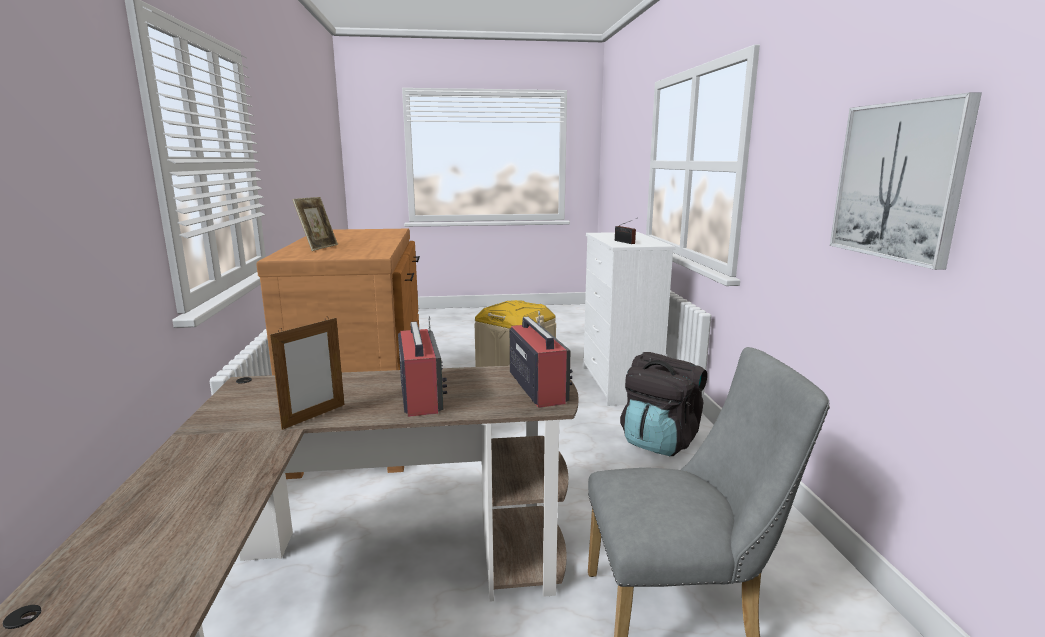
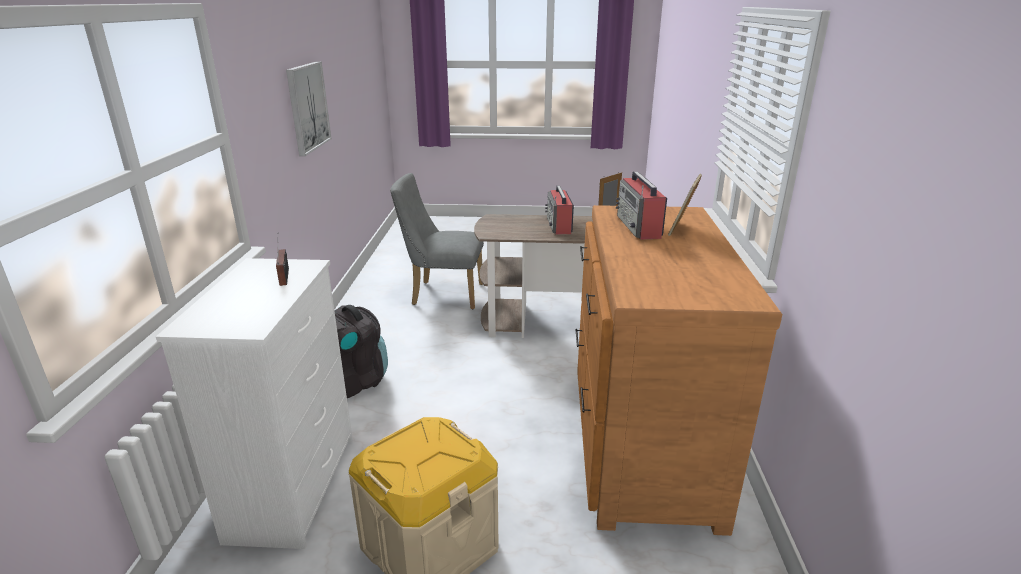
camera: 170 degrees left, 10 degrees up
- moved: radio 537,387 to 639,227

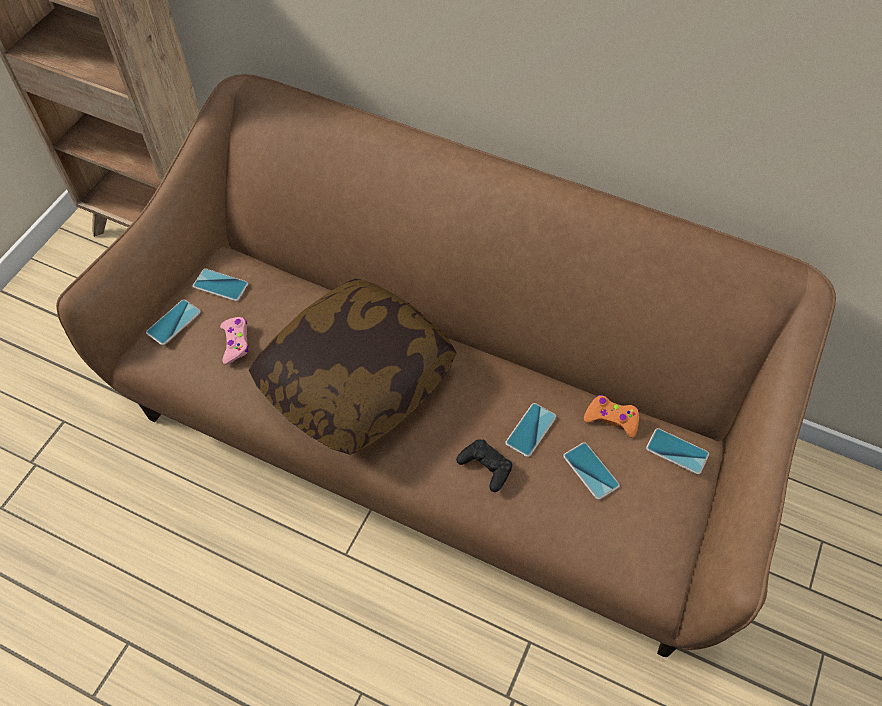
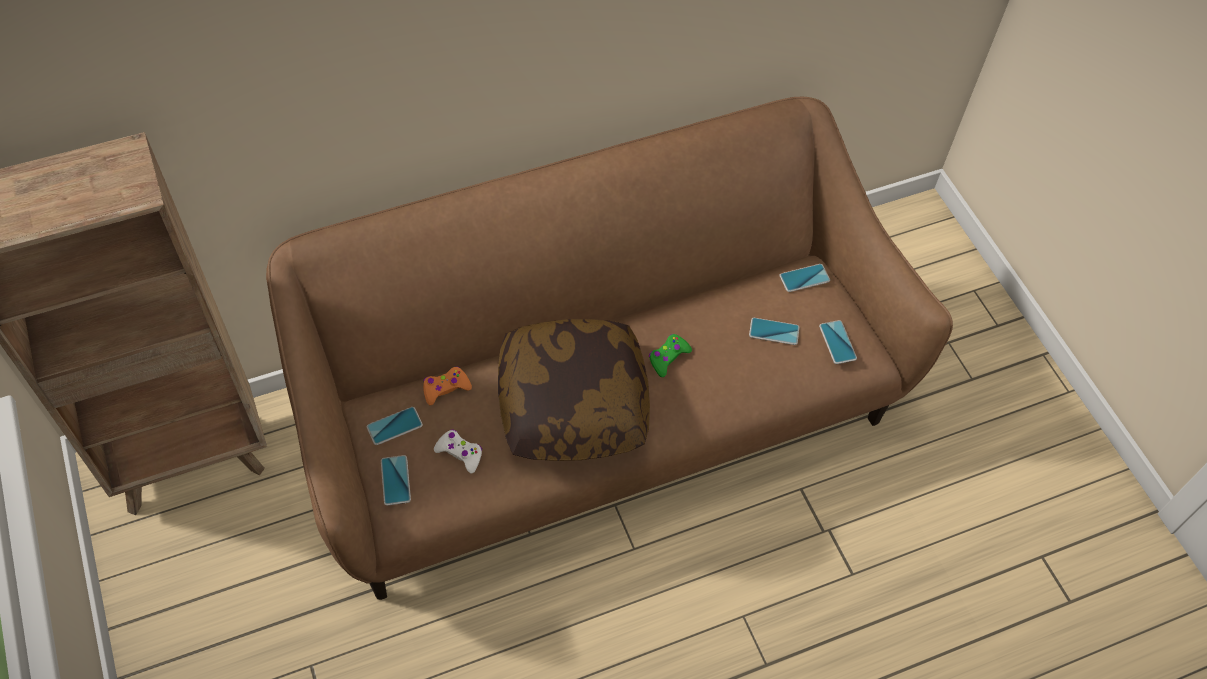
camera: 50 degrees left, 0 degrees up
- recoloured: pad do gier [różowy] 236,343 to pad do gier [biały] 460,453
- moved: pad do gier [pomarańczowy] 611,419 to 445,388
- moved: telefon 531,430 to 837,342
- removed: pad do gier [czarny] 485,467
- added: pad do gier [zielony] 668,357

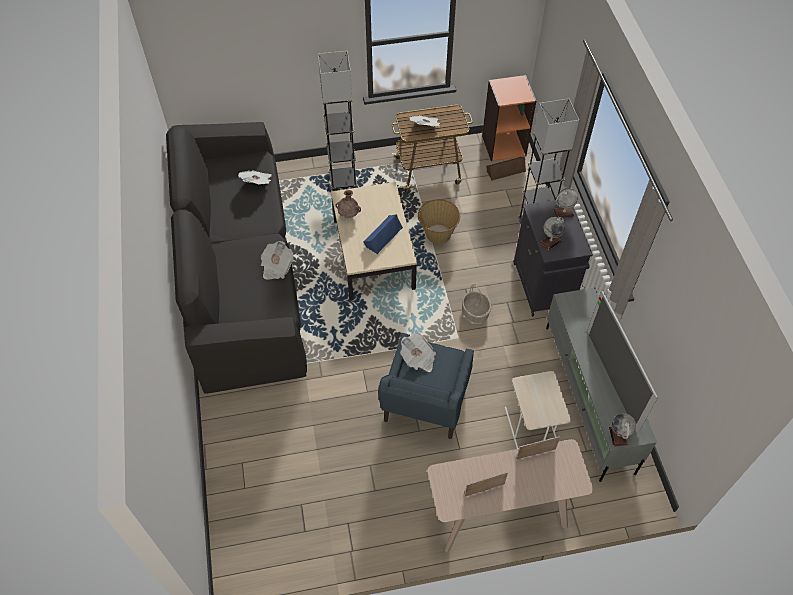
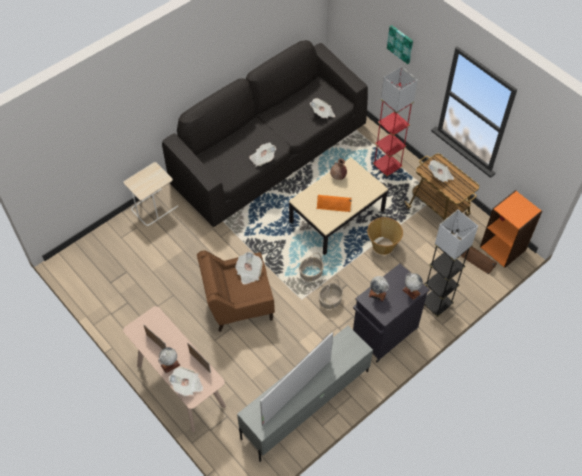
camera: 60 degrees right, 0 degrees up
- recoloured: lampa stojąca [szary] 343,181 to lampa stojąca [czerwony] 387,167
- recoloured: głośnik [niebieski] 382,236 to głośnik [pomarańczowy] 334,204
- recoloured: fotel [niebieski] 425,402 to fotel [brązowy] 238,303
- moved: stolik [beżowy] 531,427 to 154,207
- moved: globus 618,436 to 170,365
- added: obraz 400,43
- added: koszyk 311,273
- added: gazeta 187,385

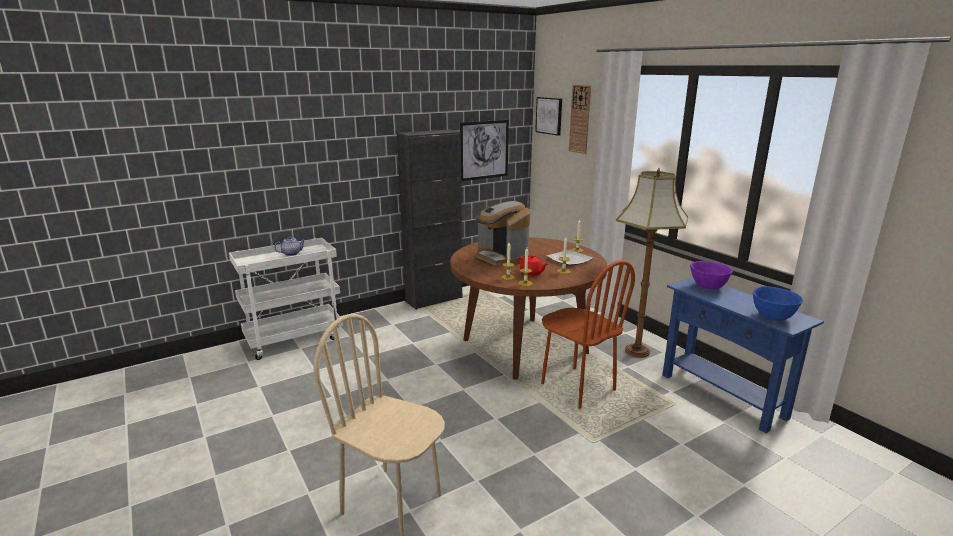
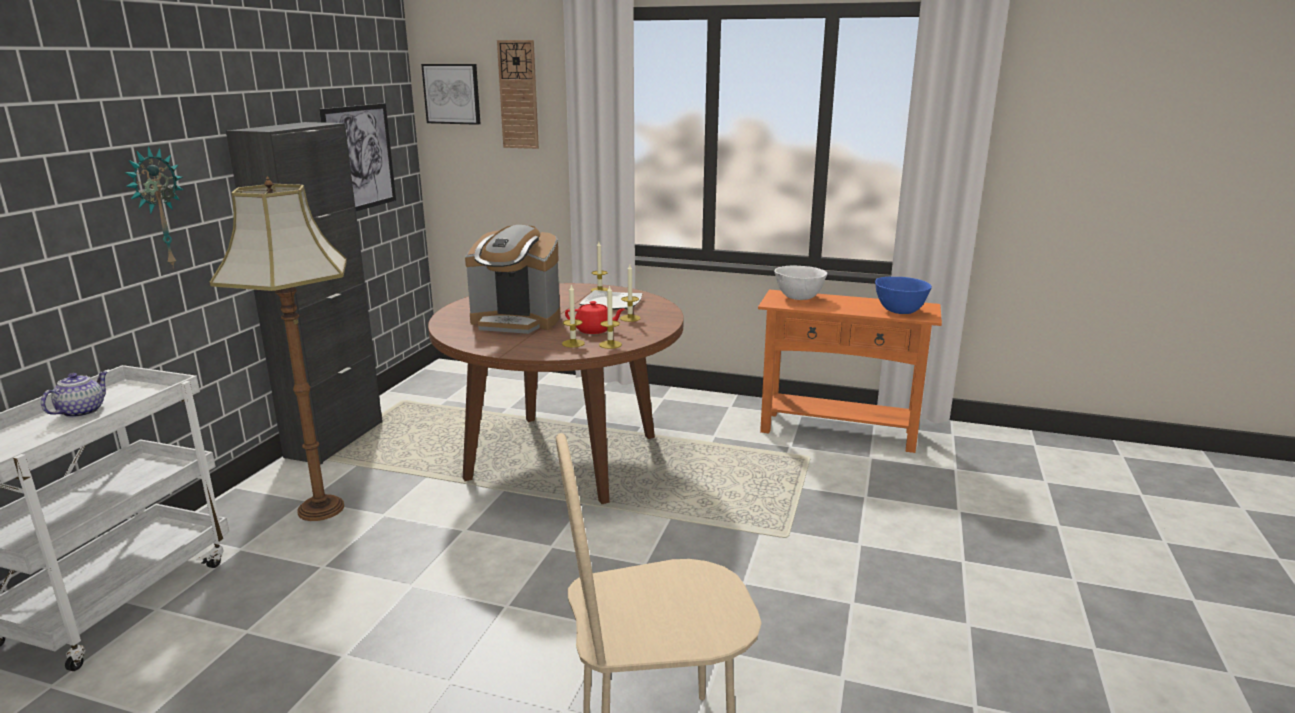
camera: 40 degrees left, 0 degrees up
- moved: lampa stojąca 636,351 to 320,508
- removed: krzesło [brązowy] 577,387
- recoloured: miska [fioletowy] 707,286 to miska [biały] 798,297
- recoloured: stolik konsolowy [niebieski] 722,395 to stolik konsolowy [pomarańczowy] 838,431
- added: zegar ścienny 156,208

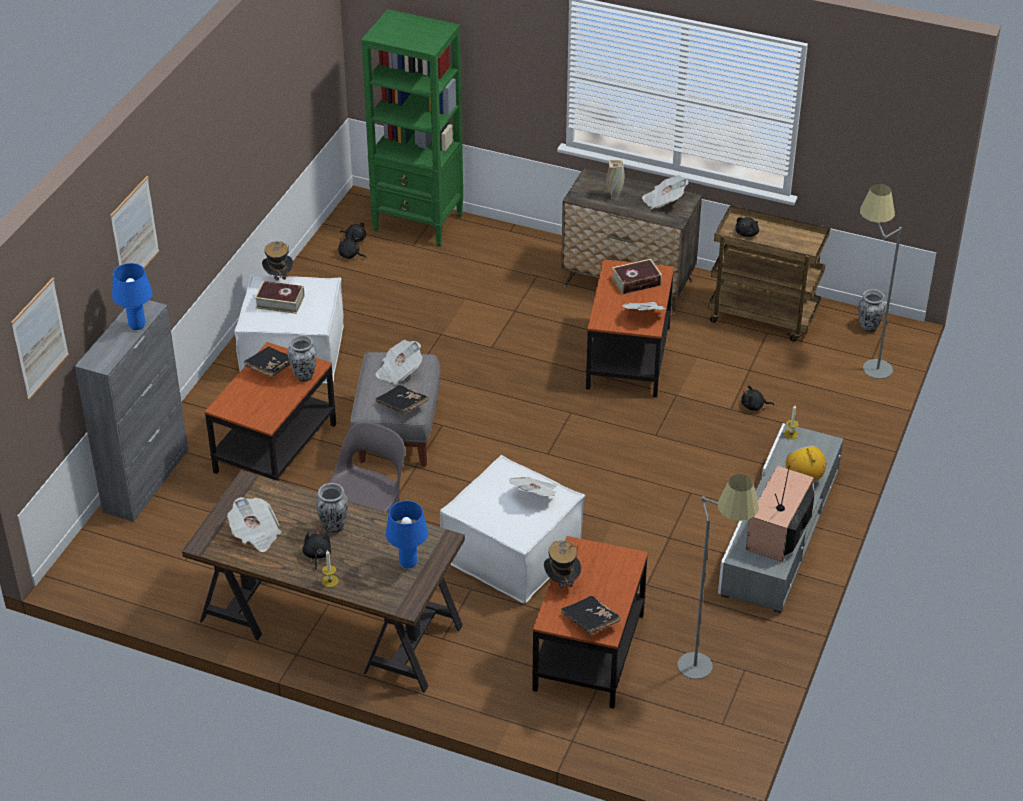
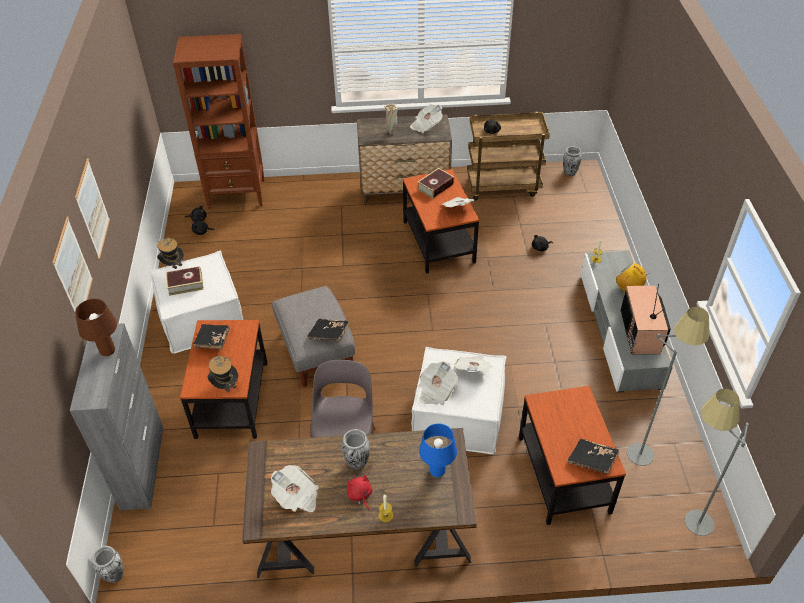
camera: 25 degrees left, 5 degrees up
- recoloured: regał [zielony] 419,223 to regał [brązowy] 237,194
- moved: lampa stojąca [szary] 864,364 to 685,521
- recoloured: lampa stołowa [niebieski] 137,326 to lampa stołowa [brązowy] 107,352
- moved: obraz 40,338 to 92,209
- moved: wazon 304,376 to 114,575
- moved: gazeta 399,372 to 436,391
- recoloured: pluszak [czarny] 317,555 to pluszak [czerwony] 360,495
- moved: kapelusz 562,582 to 225,386

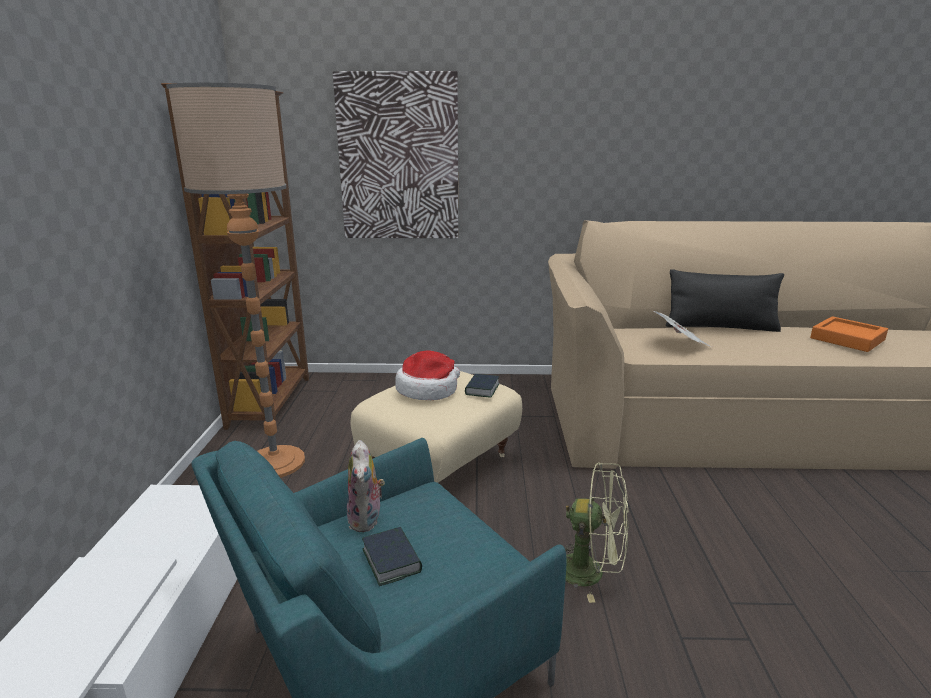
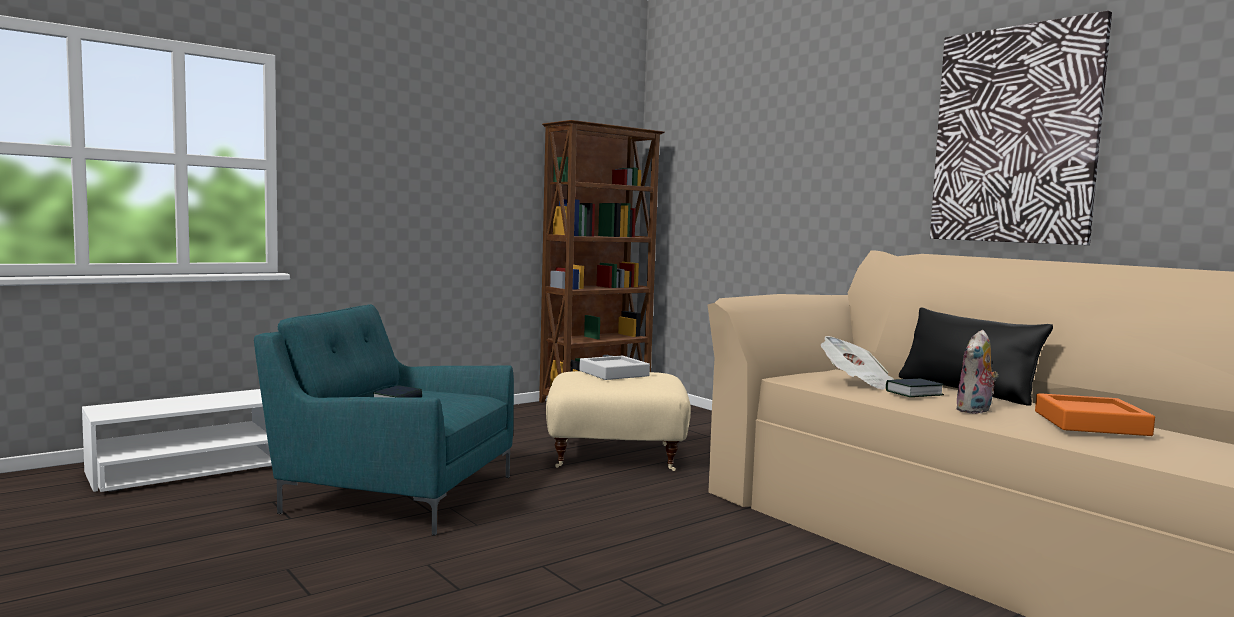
camera: 50 degrees right, 15 degrees down
- moved: obraz 399,158 to 1014,135
- removed: lampa stojąca 275,462
- replaced: kapelusz 428,389 to taca [szary] 614,373
- moved: książka 482,389 to 914,393
- moved: pluszak 367,520 to 975,410
- removed: wentylator [zielony] 591,572

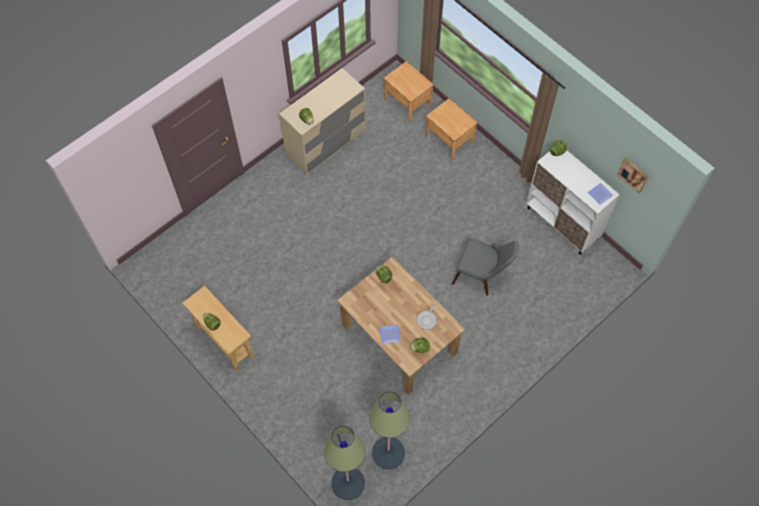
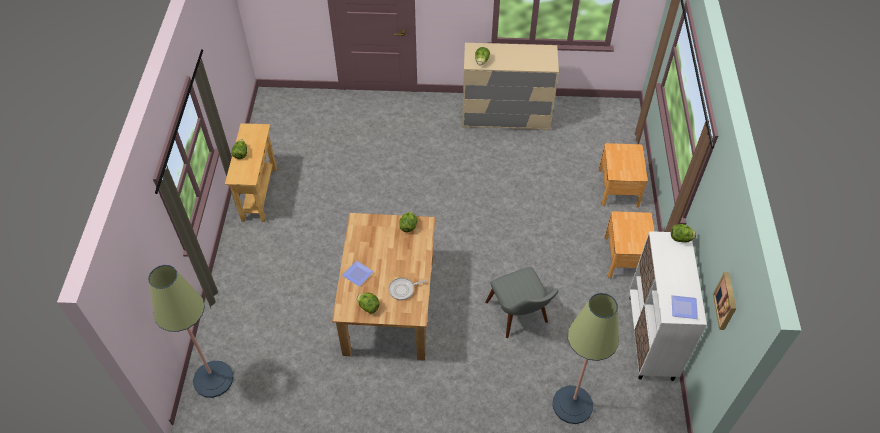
camera: 45 degrees right, 10 degrees down
- moved: szafka nocna [brązowy] 407,101 to 625,257
- moved: lampa stojąca 388,453 to 572,405

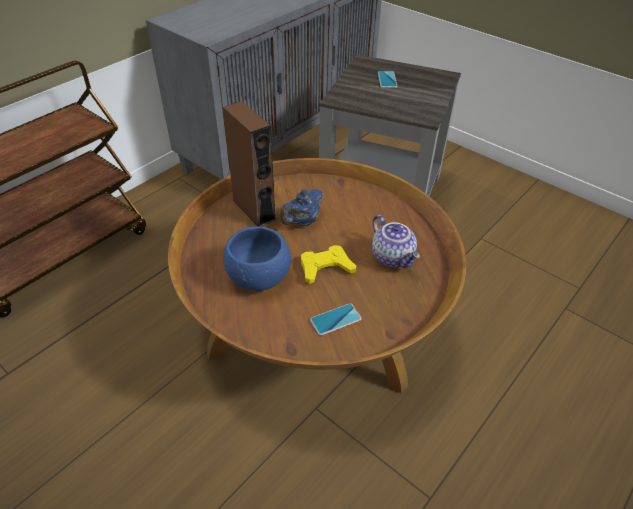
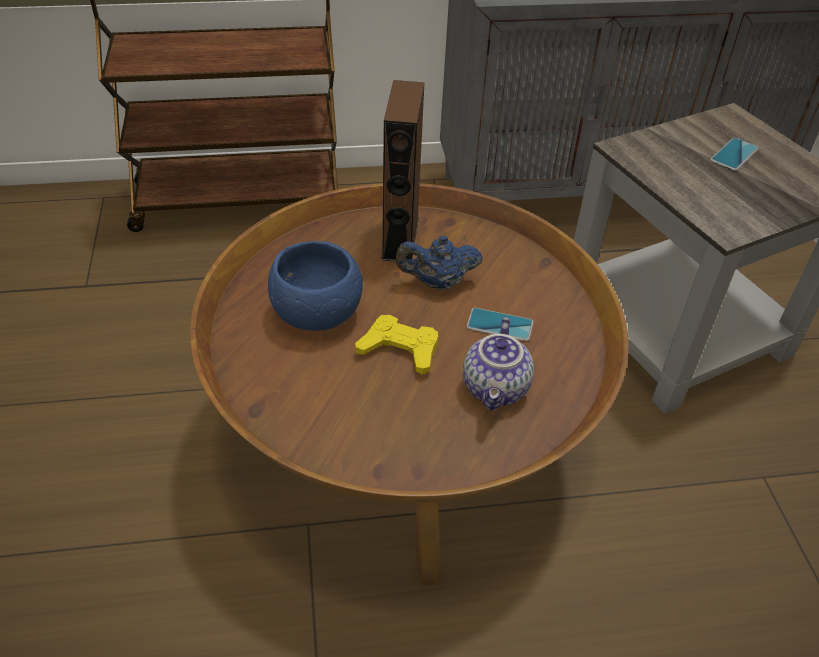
camera: 40 degrees right, 0 degrees up
- moved: telefon 335,319 to 499,325

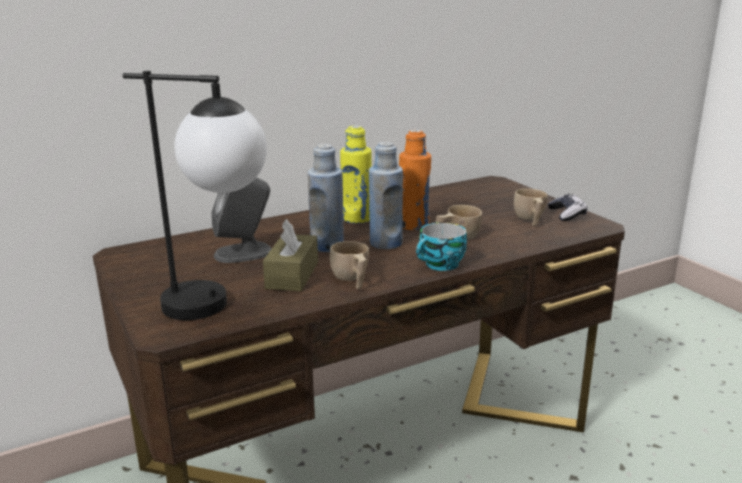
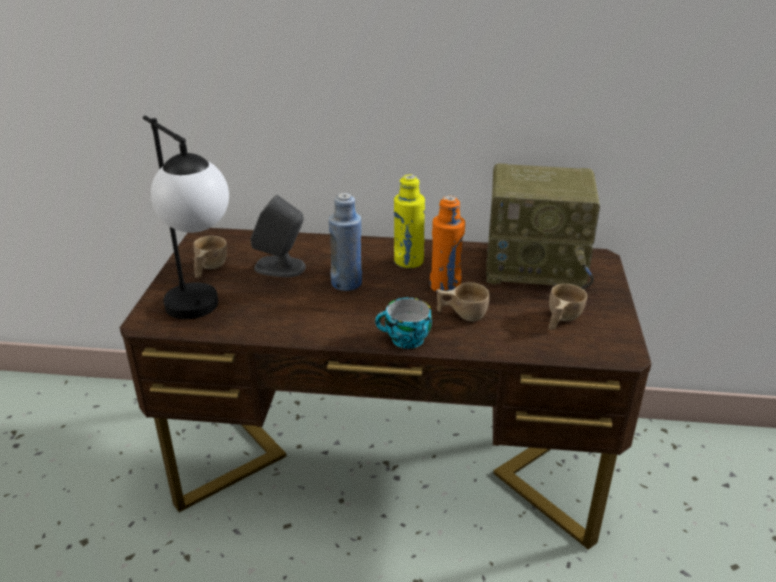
camera: 35 degrees right, 10 degrees up
- removed: butelka [niebieski] 386,243
- removed: pad do gier 567,214
- removed: pudełko chusteczek [brązowy] 292,275
- moved: filiżanka [beżowy] 351,280 to 208,268
- added: radio 536,266

